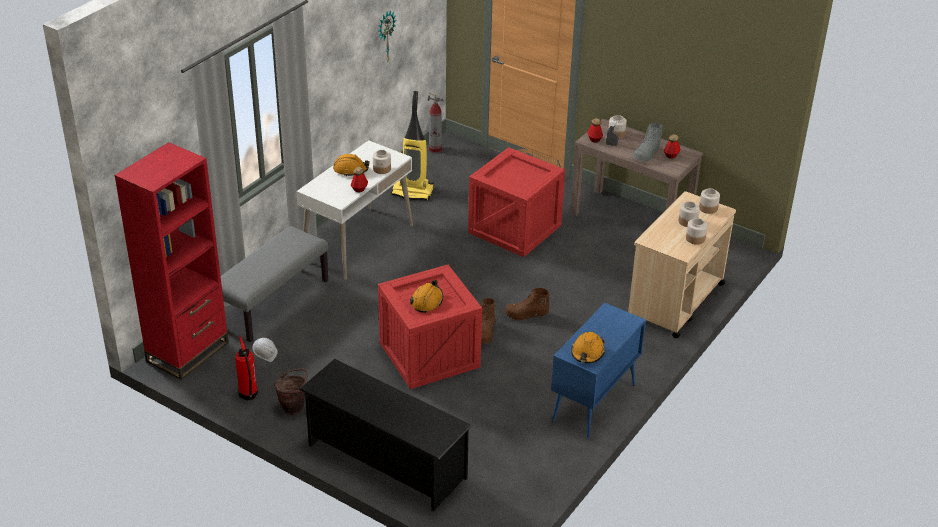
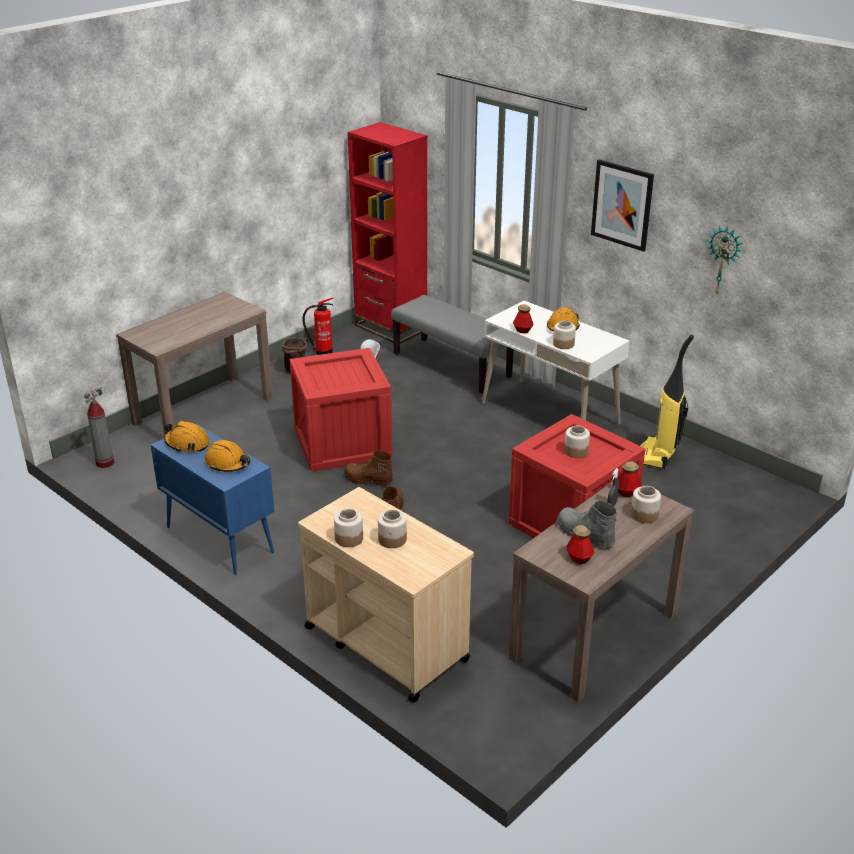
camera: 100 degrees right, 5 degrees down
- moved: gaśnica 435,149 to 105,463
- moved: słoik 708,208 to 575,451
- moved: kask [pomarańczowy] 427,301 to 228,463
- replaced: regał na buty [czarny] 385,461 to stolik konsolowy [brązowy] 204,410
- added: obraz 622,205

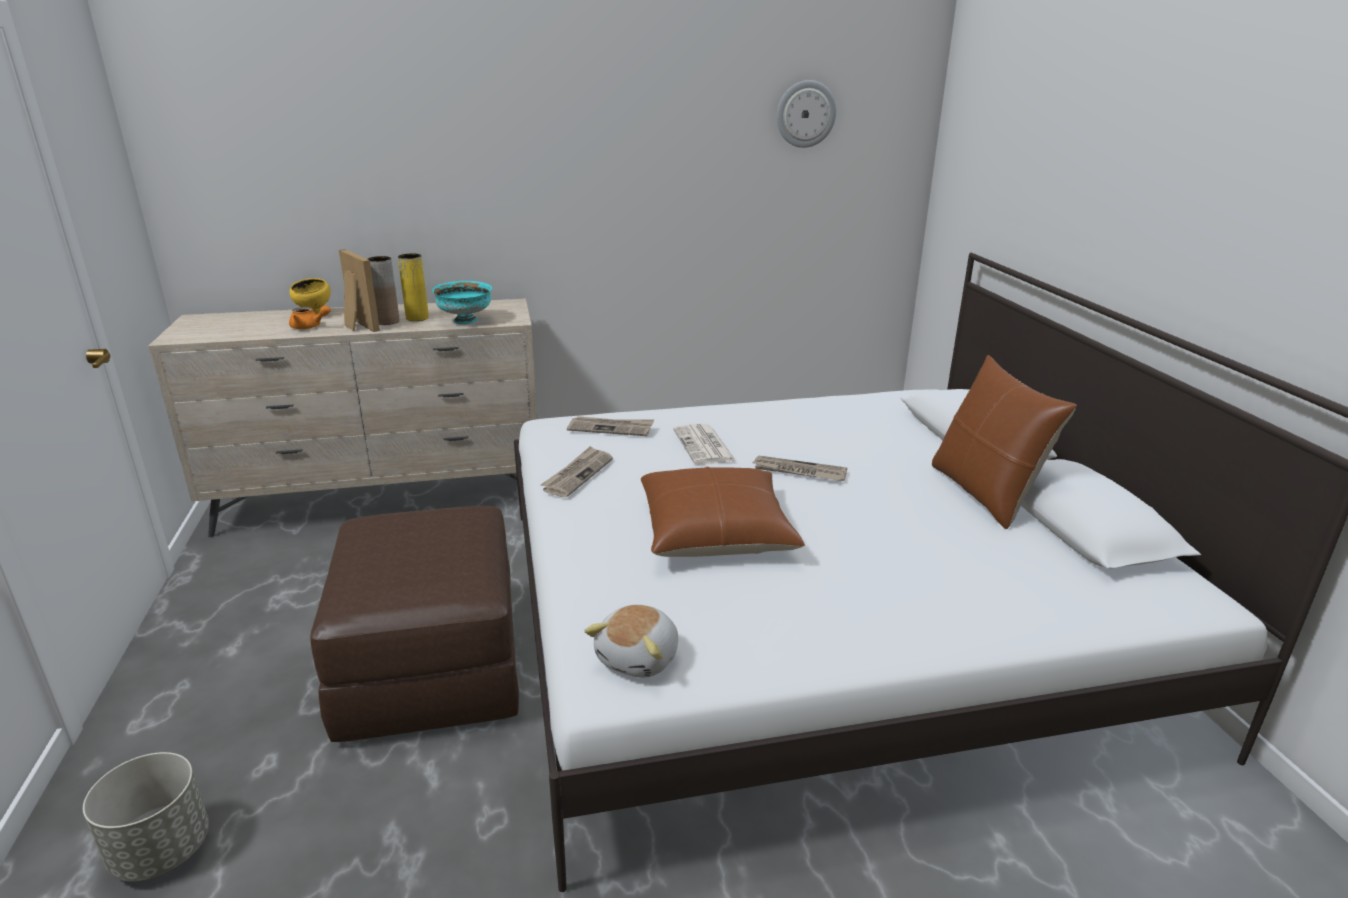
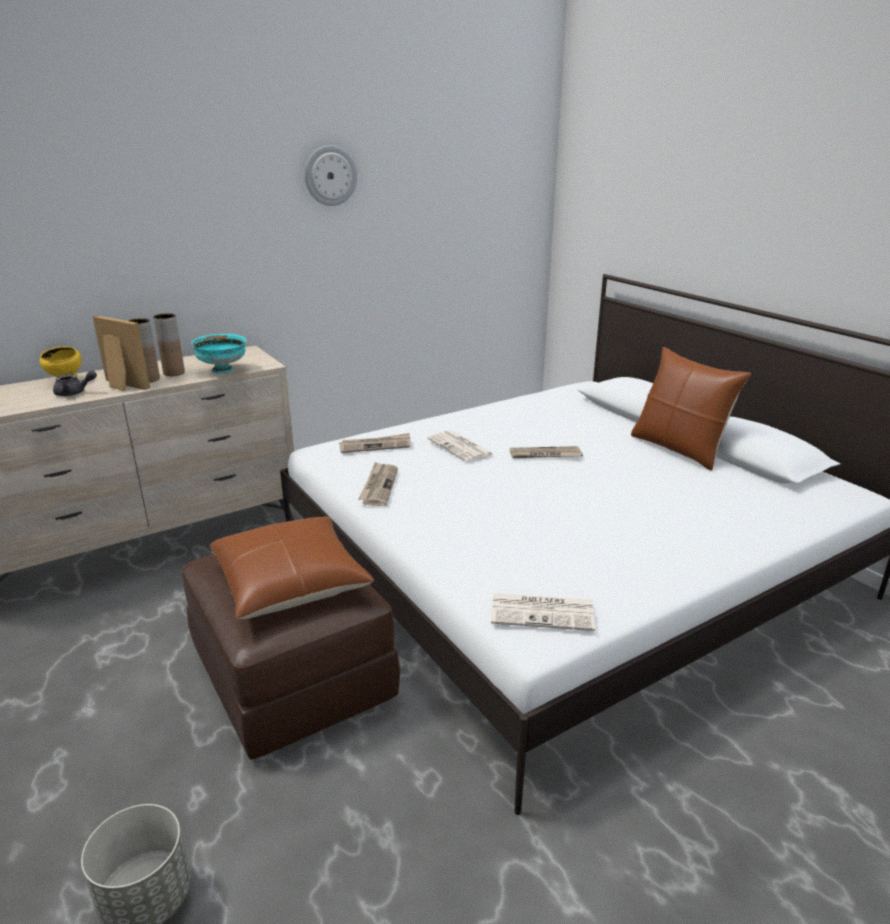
camera: 20 degrees left, 0 degrees up
- moved: zegar ścienny 805,114 to 330,175
- recoloured: wazon [żółty] 417,318 to wazon [brązowy] 174,373
- recoloured: imbryk [pomarańczowy] 309,327 to imbryk [szary] 74,393
- moved: poduszka [brązowy] 716,532 to 290,582
- replaced: pluszak 639,658 to gazeta 543,612

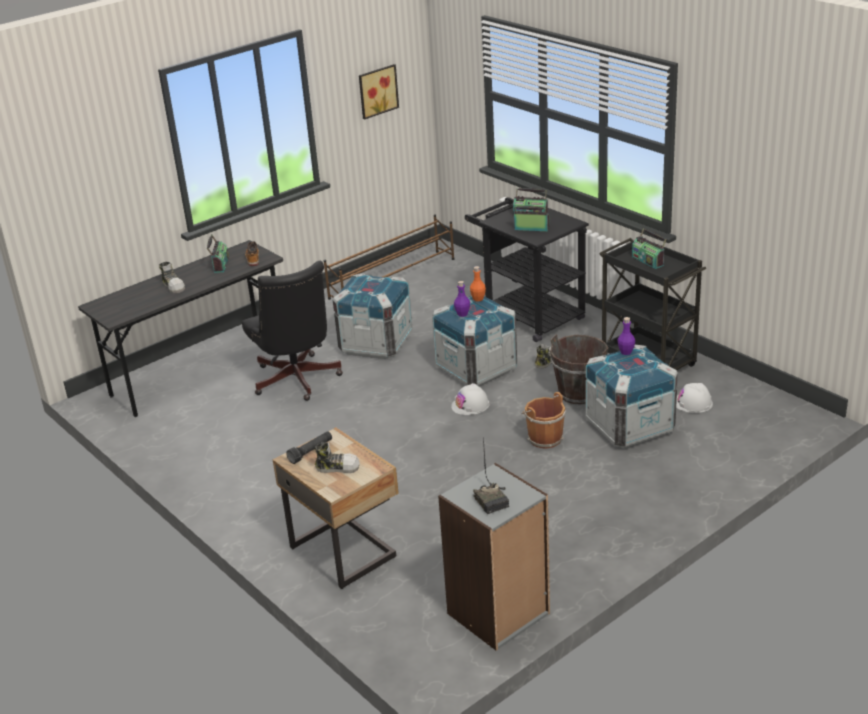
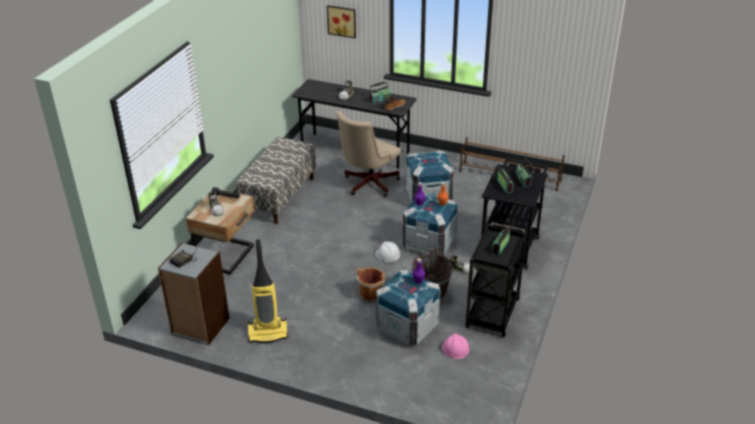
camera: 60 degrees right, 5 degrees up
- moved: obraz 377,91 to 342,21
- recoloured: krzesło biurowe [czarny] 297,382 to krzesło biurowe [beżowy] 368,184
- recoloured: kask [biały] 692,403 to kask [różowy] 455,348
- added: ławka 279,196
- added: odkurzacz 268,332

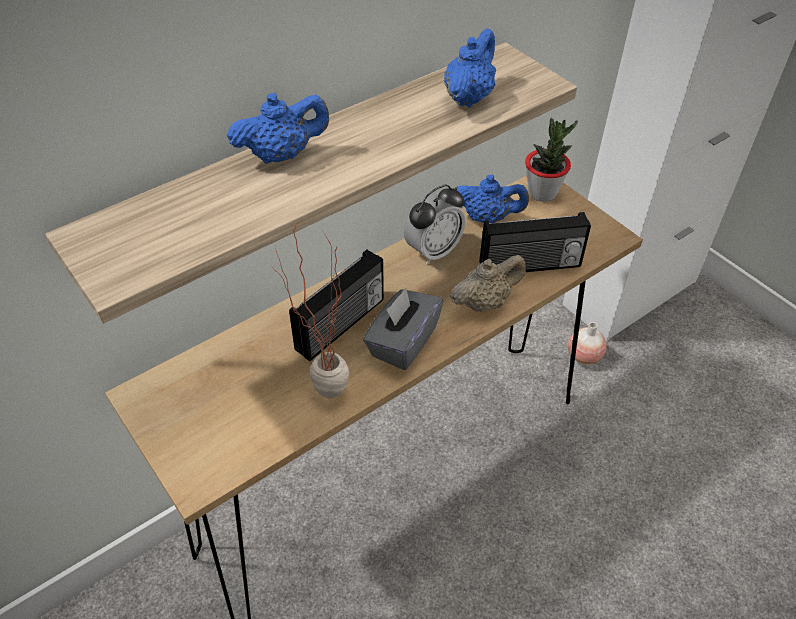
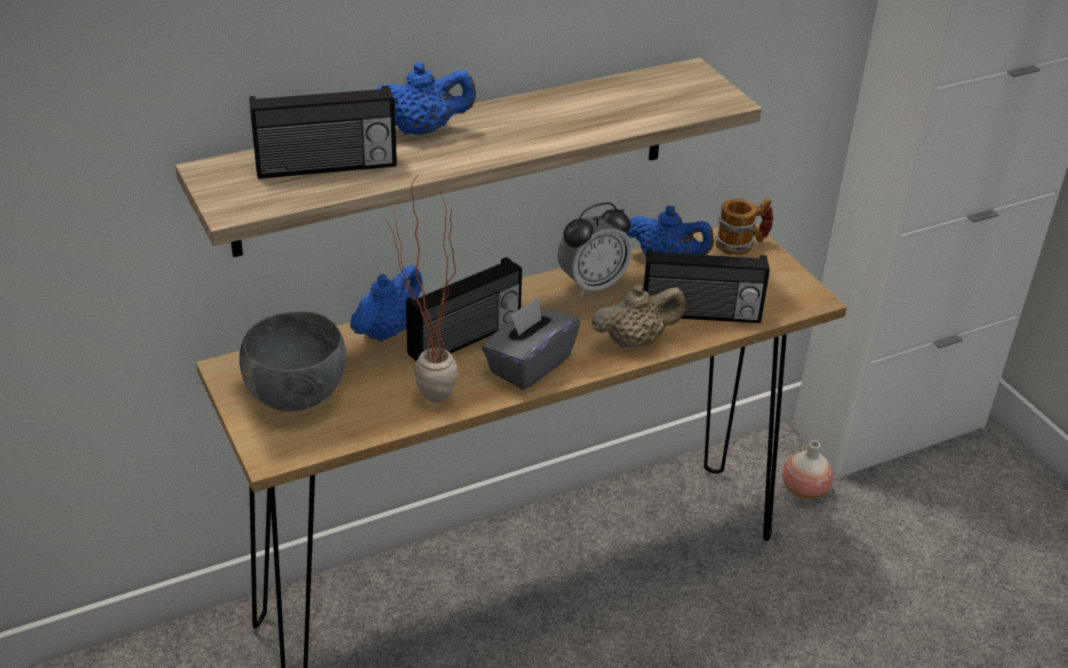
camera: 10 degrees right, 10 degrees down
- moved: imbryk [niebieski] 468,97 to 387,330
- replaced: roślina doniczkowa 542,193 to kubek 741,244
- added: radio 326,167
- added: miska [szary] 295,396

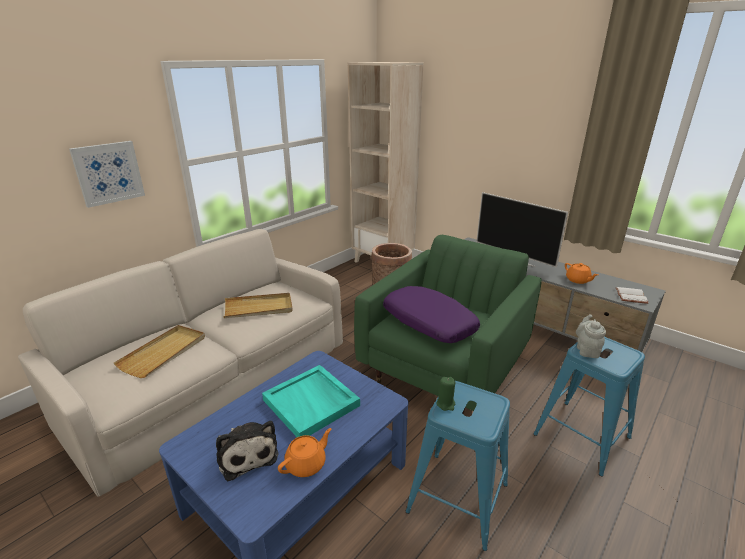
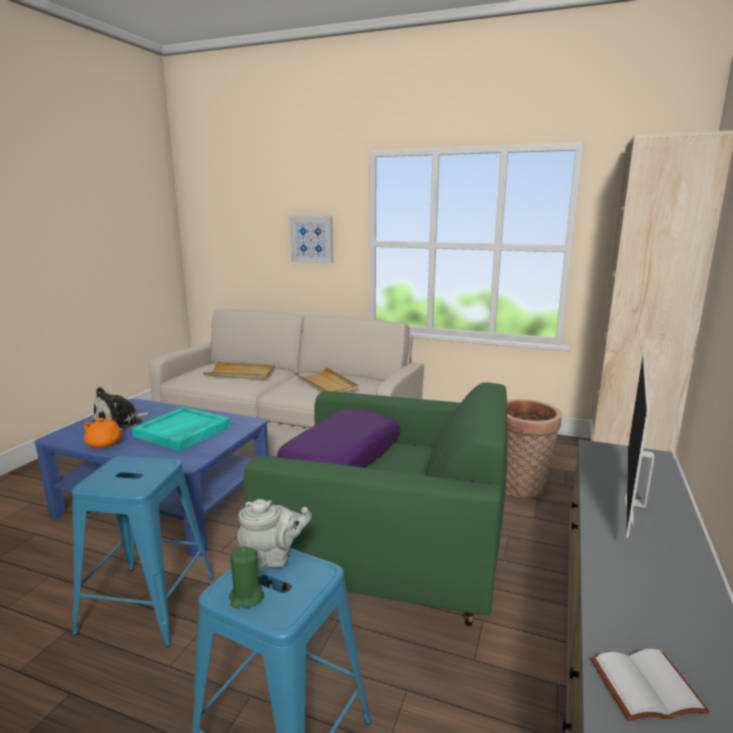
camera: 70 degrees right, 10 degrees down
- removed: imbryk [pomarańczowy] 578,280
- moved: świeca [zielony] 446,404 to 246,597

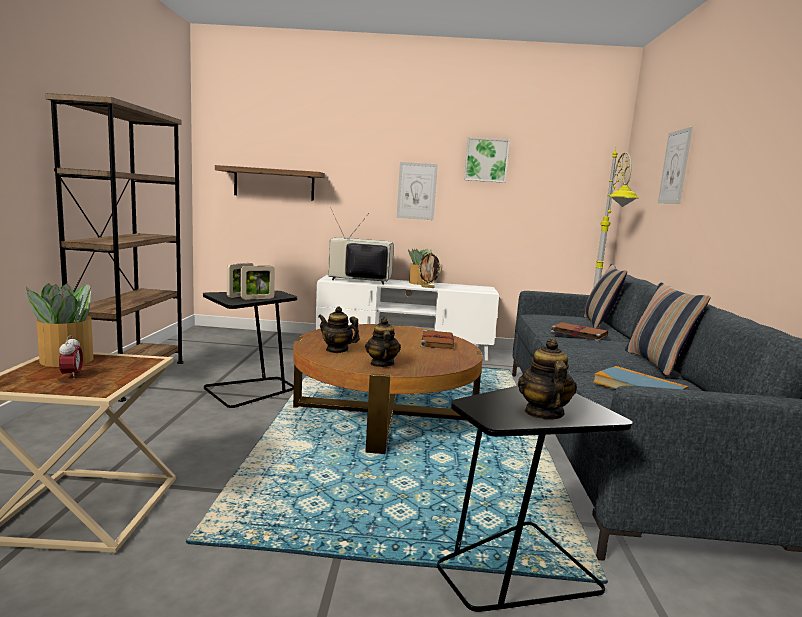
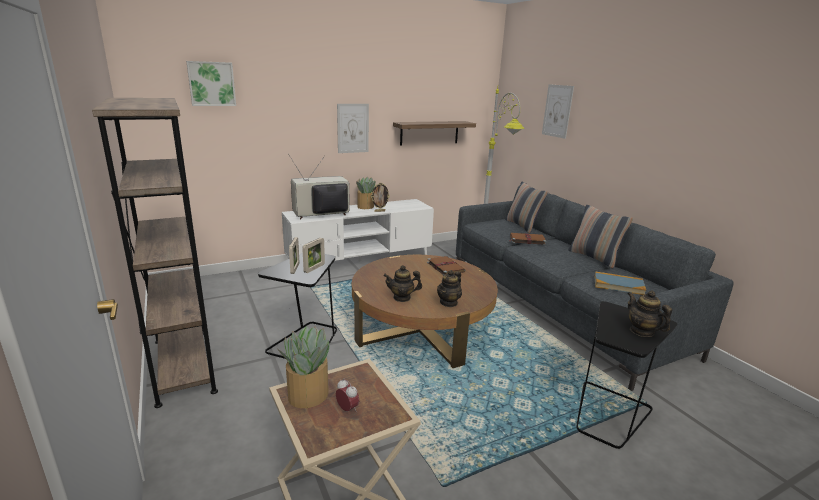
camera: 30 degrees left, 10 degrees up
- moved: obraz 486,160 to 211,84
- moved: półka 274,183 to 429,133
- turned: imbryk 381,364 = 448,303 105 degrees counterclockwise

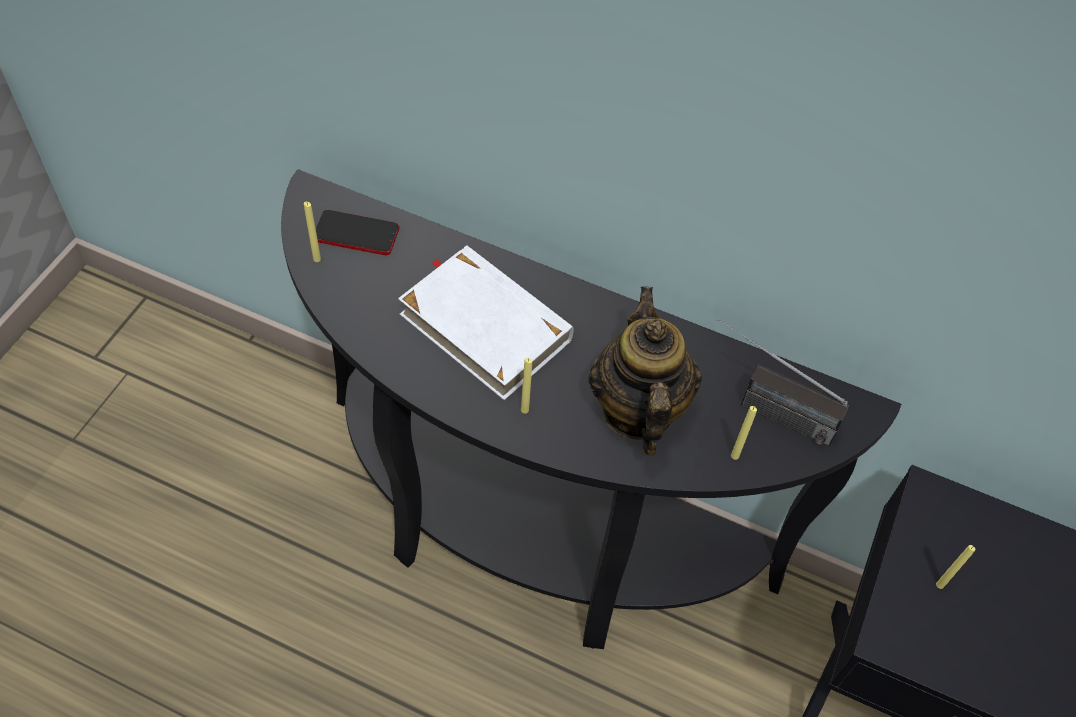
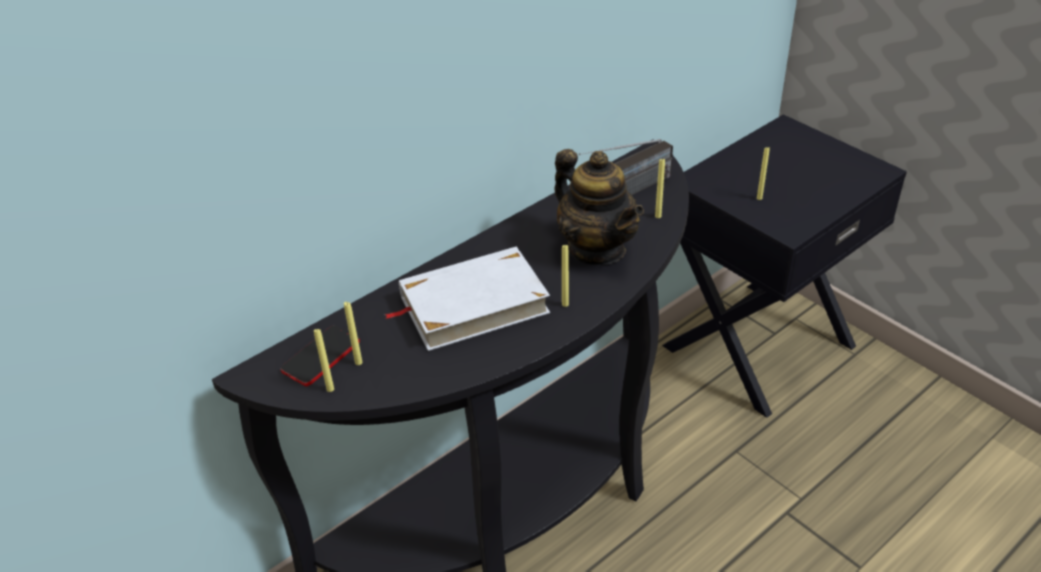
camera: 60 degrees left, 15 degrees down
- turned: imbryk 637,410 = 596,248 150 degrees counterclockwise
- added: świeca [żółty] 358,362

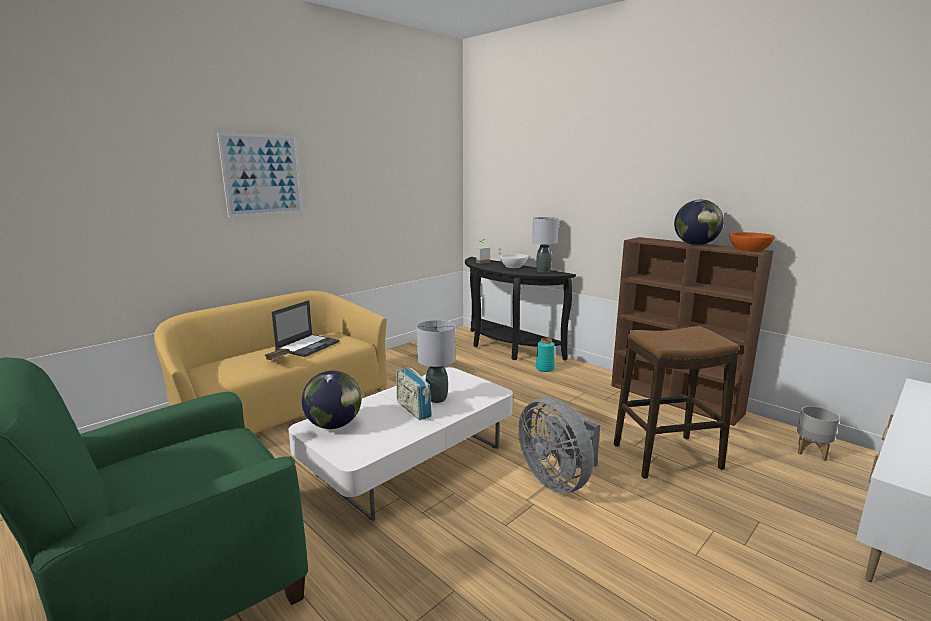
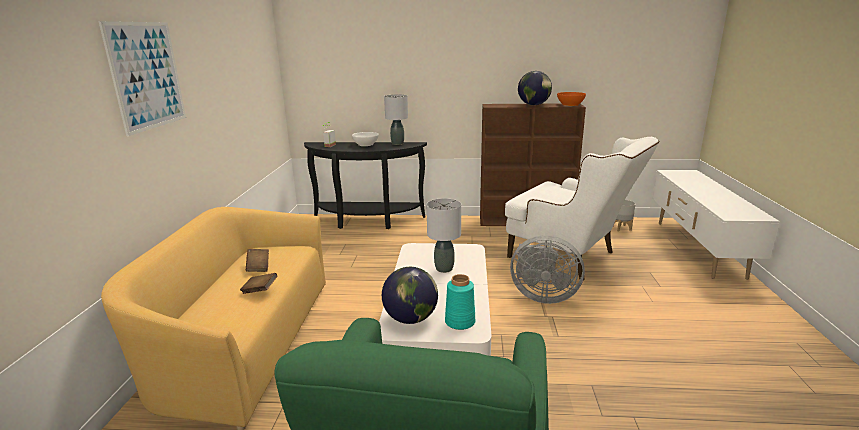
camera: 40 degrees left, 5 degrees up
- replaced: laptop 308,345 to książka [brązowy] 258,267
- replaced: stołek 666,457 to fotel [biały] 571,258
- moved: wazon [turkusowy] 544,368 to 459,322
- removed: radio 413,409

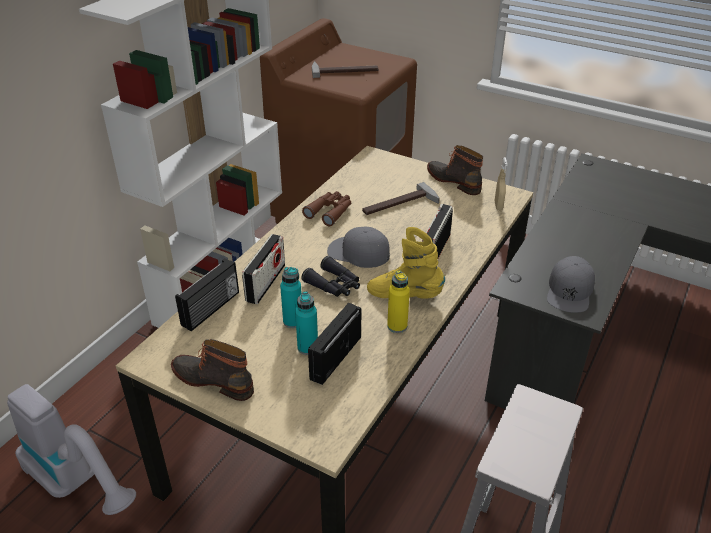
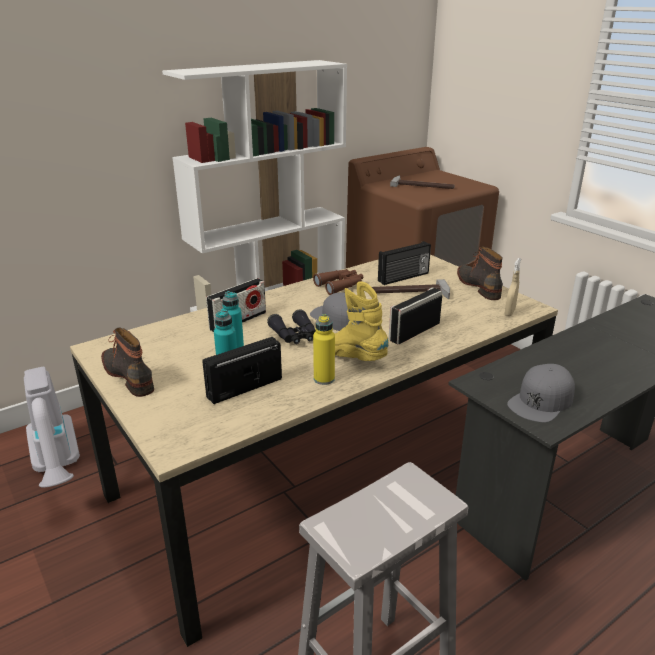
camera: 25 degrees right, 10 degrees down
- moved: radio 212,309 to 404,277

